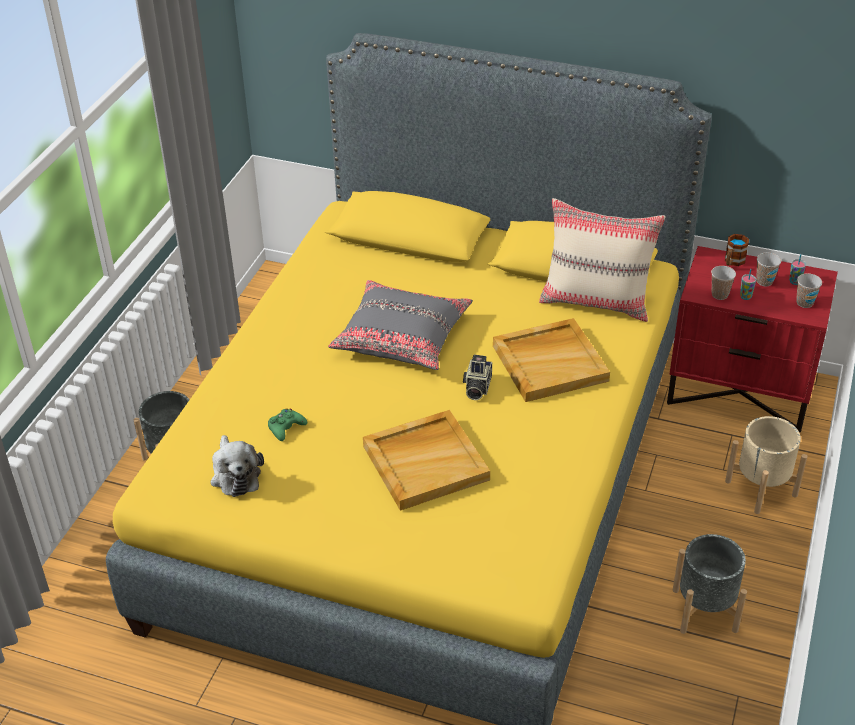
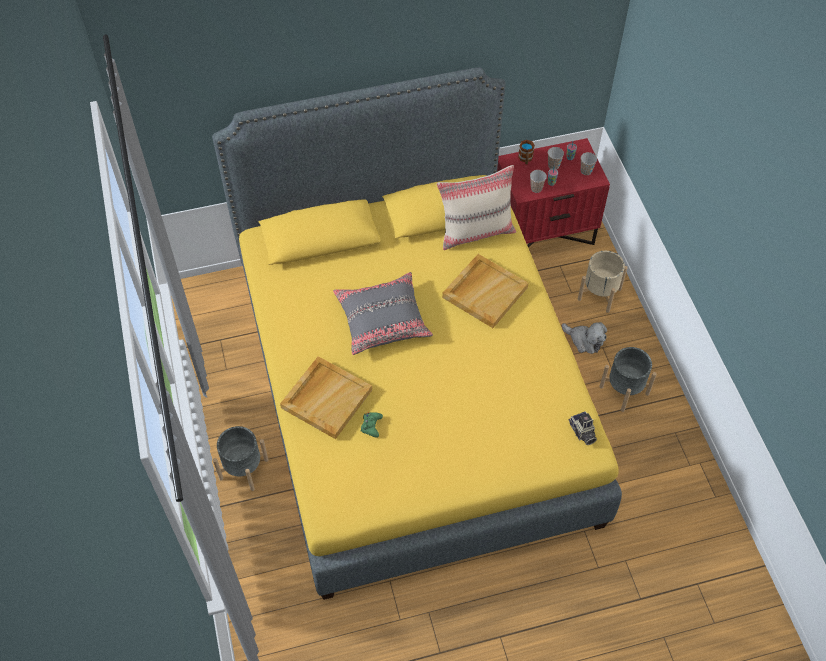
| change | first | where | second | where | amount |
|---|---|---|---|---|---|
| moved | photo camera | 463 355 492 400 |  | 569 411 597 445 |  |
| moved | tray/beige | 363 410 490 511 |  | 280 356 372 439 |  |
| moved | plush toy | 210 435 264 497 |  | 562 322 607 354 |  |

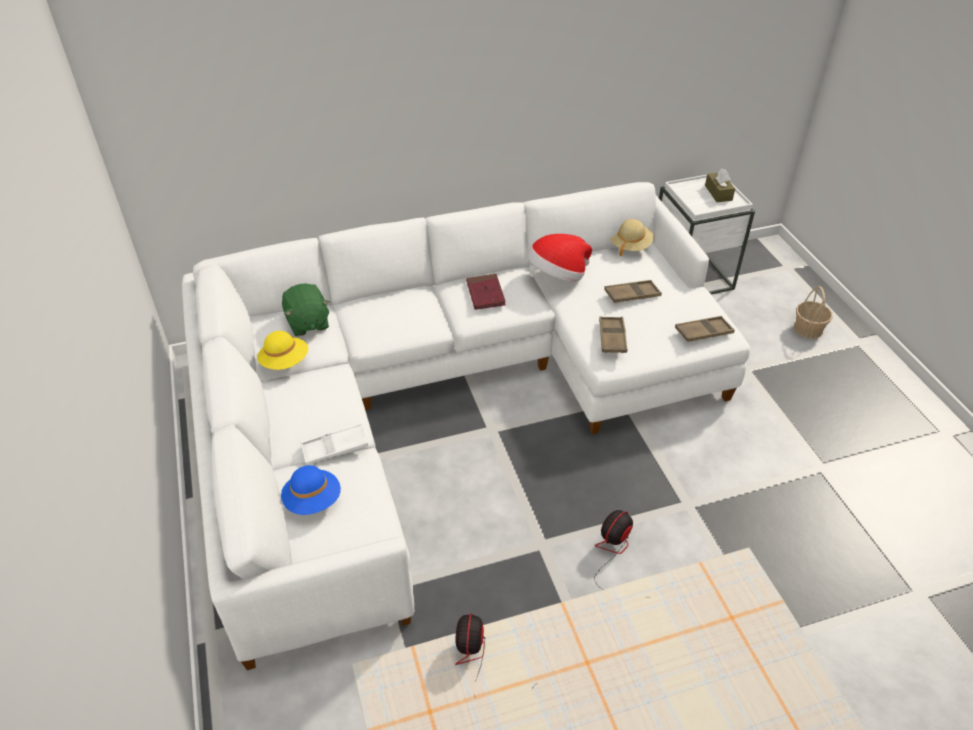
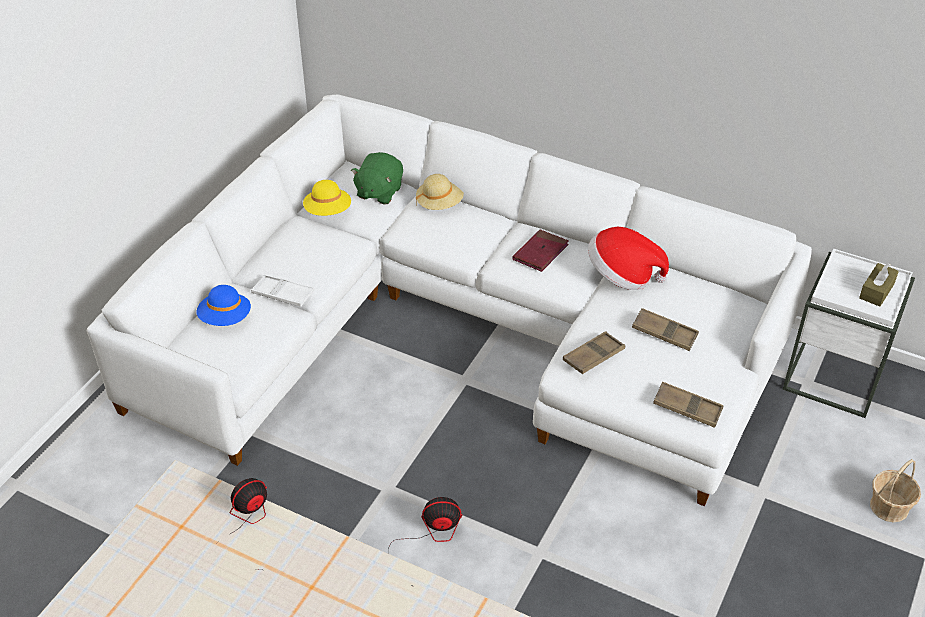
| change | first | where | second | where | amount |
|---|---|---|---|---|---|
| moved | hat/beige | 610 219 654 257 |  | 416 174 464 210 |  |

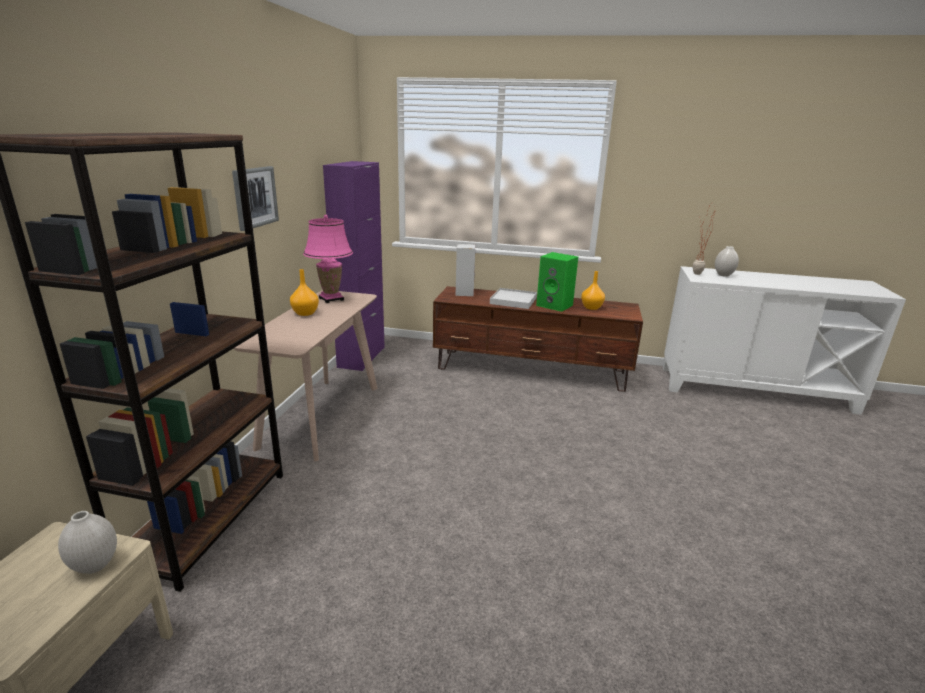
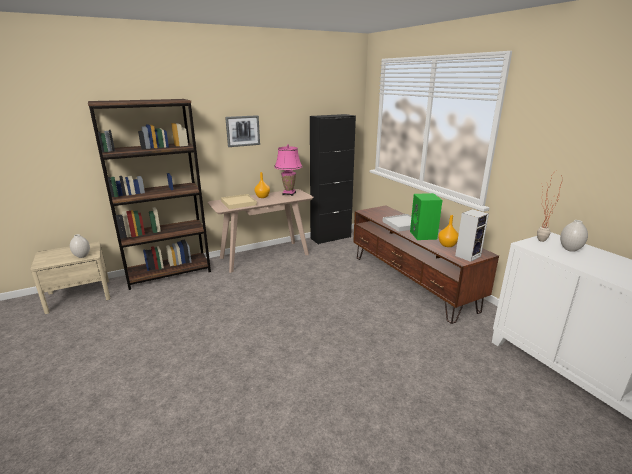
| change | first | where | second | where | amount |
|---|---|---|---|---|---|
| recoloured | cabinet/purple | 323 161 385 371 | cabinet/black | 310 114 356 245 |  |
| moved | speaker | 456 244 475 296 |  | 455 209 489 262 |  |
| added |  |  | tray/beige | 221 194 257 209 |  |

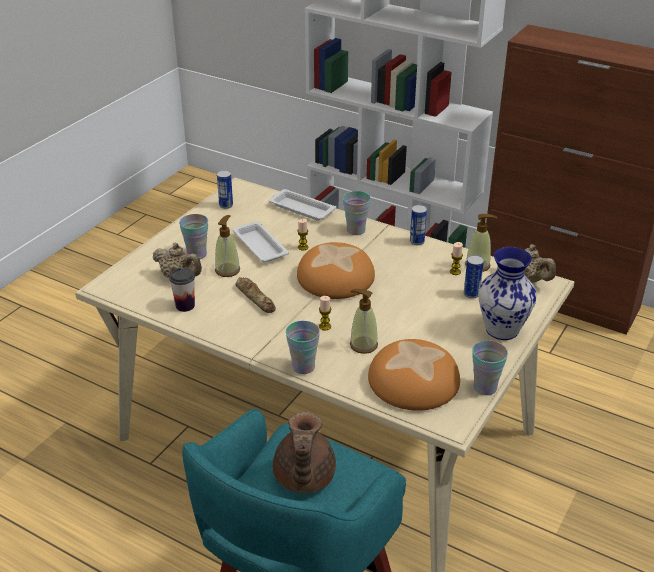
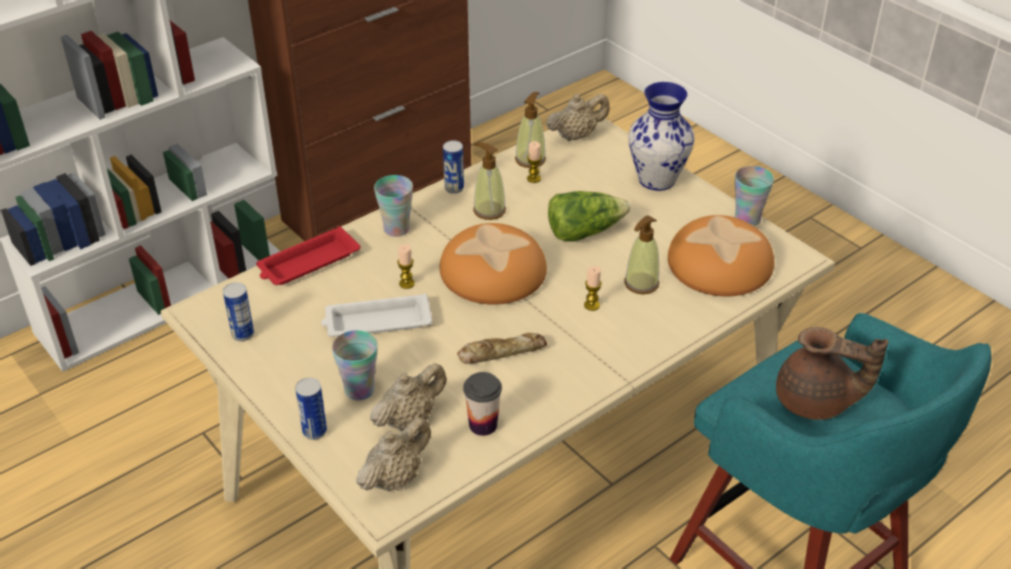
| change | first | where | second | where | amount |
|---|---|---|---|---|---|
| recoloured | tray/white | 269 189 336 221 | tray/red | 256 226 360 285 |  |
| moved | soap dispenser | 215 215 240 277 |  | 473 142 506 220 |  |
| moved | can | 464 255 484 299 |  | 295 378 327 440 |  |
| removed | cup | 286 321 320 374 |  |  |  |
| added |  |  | lettuce | 548 191 630 242 |  |
| added |  |  | teapot/beige | 357 417 431 492 |  |

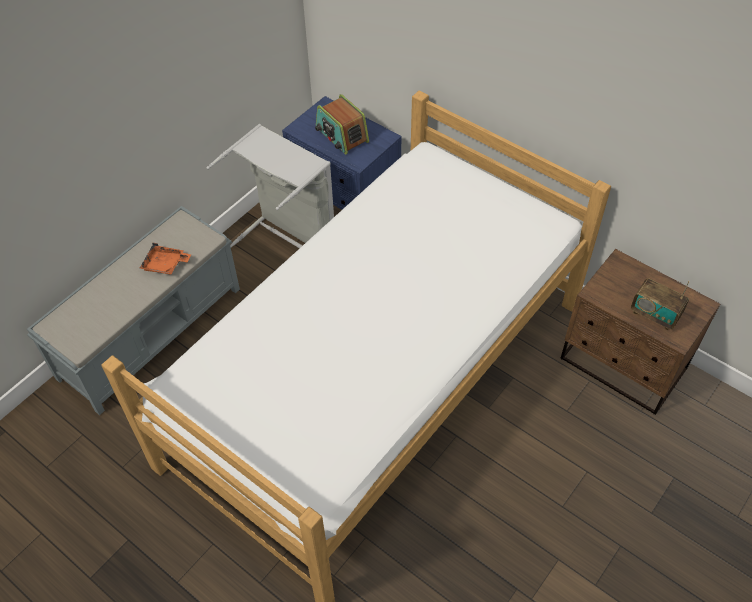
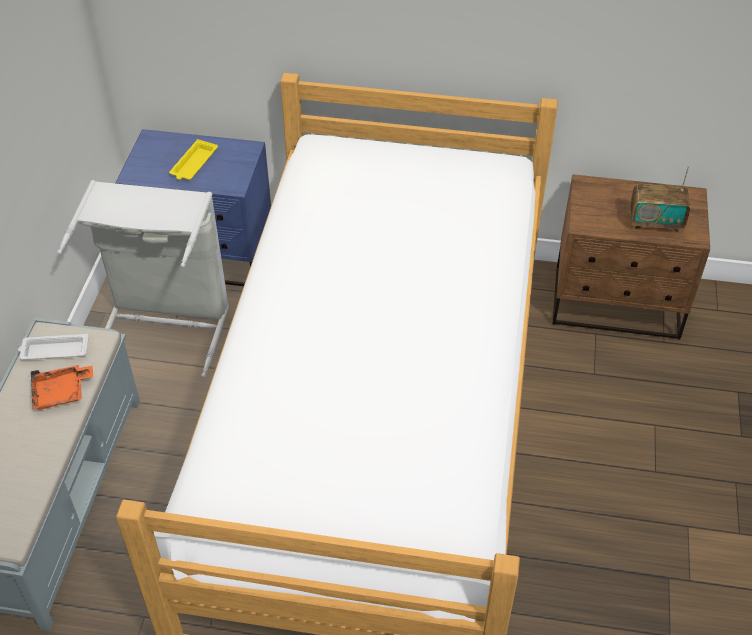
| change | first | where | second | where | amount |
|---|---|---|---|---|---|
| replaced | radio | 315 94 369 154 | tray/yellow | 169 139 218 180 |  |
| added |  |  | tray/white | 18 334 89 360 |  |

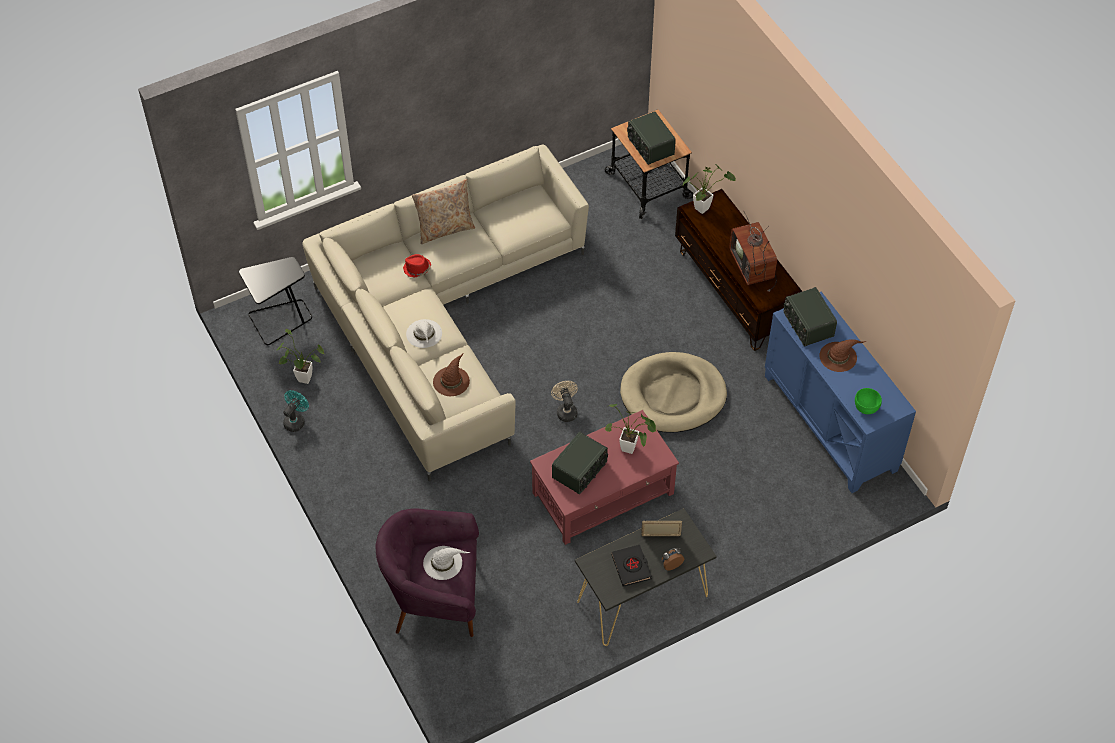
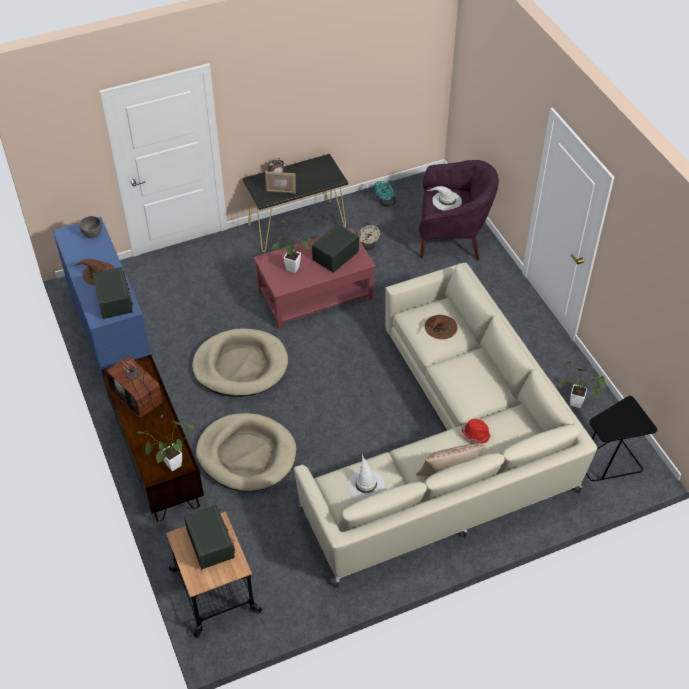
| change | first | where | second | where | amount |
|---|---|---|---|---|---|
| turned | television | 730 210 777 292 |  | 105 349 166 418 | 150 degrees clockwise |
| moved | hat/white | 406 319 442 348 |  | 348 454 385 500 |  |
| moved | fan/beige | 551 381 578 422 |  | 358 222 380 250 |  |
| recoloured | bowl/green | 855 388 882 414 | bowl/grey | 79 216 102 238 |  |
| moved | fan/turquoise | 283 390 309 432 |  | 374 180 396 207 |  |
| removed | book/black | 611 545 652 587 |  |  |  |
| added |  |  | dog bed/beige | 196 413 296 492 |  |

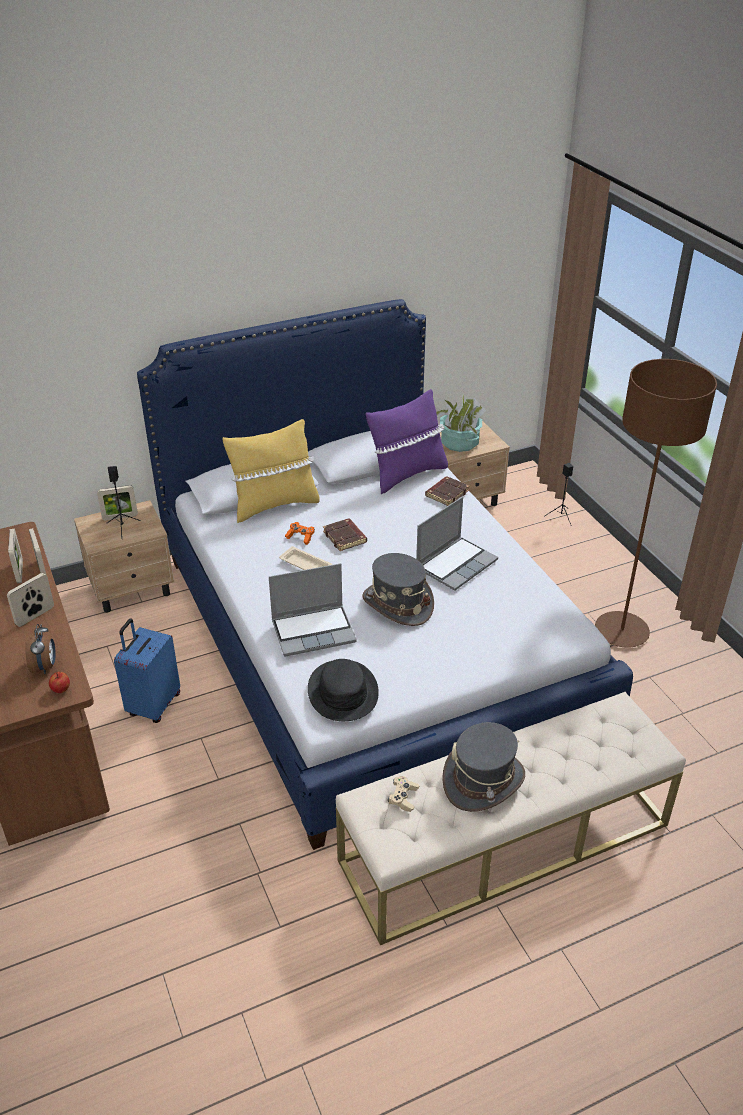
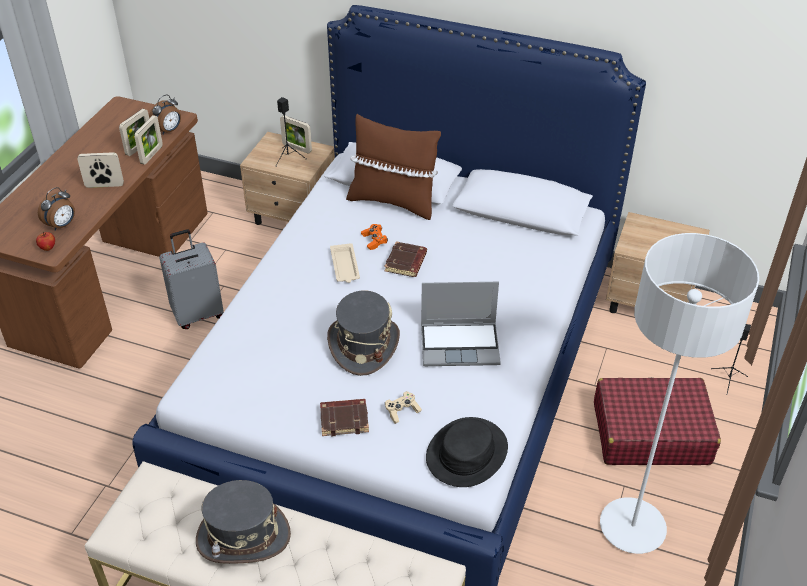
| change | first | where | second | where | amount |
|---|---|---|---|---|---|
| recoloured | floor lamp/brown | 595 359 717 648 | floor lamp/grey | 600 233 759 554 |  |
| removed | pillow/purple | 366 389 448 494 |  |  |  |
| removed | potted plant | 436 394 486 452 |  |  |  |
| recoloured | pillow/yellow | 222 419 320 523 | pillow/brown | 346 114 441 220 |  |
| moved | book/brown | 425 476 469 506 |  | 320 399 369 437 |  |
| removed | laptop | 269 563 357 656 |  |  |  |
| recoloured | suitcase/blue | 114 619 180 723 | suitcase/grey | 159 230 224 329 |  |
| moved | hat/black | 308 659 379 721 |  | 426 417 508 487 |  |
| moved | game controller/beige | 388 776 419 812 |  | 385 391 422 424 |  |
| added |  |  | alarm clock | 149 95 181 134 |  |
| added |  |  | suitcase/red | 594 378 721 465 |  |

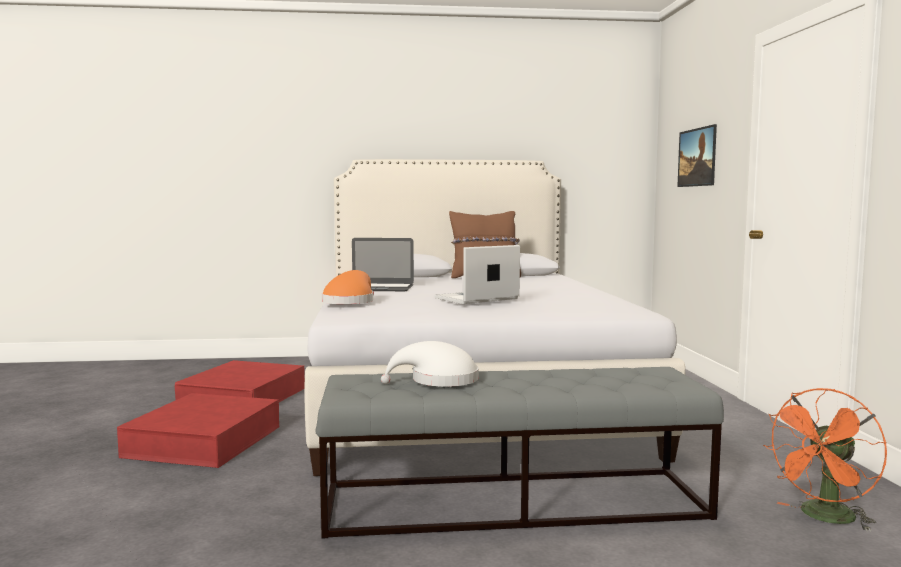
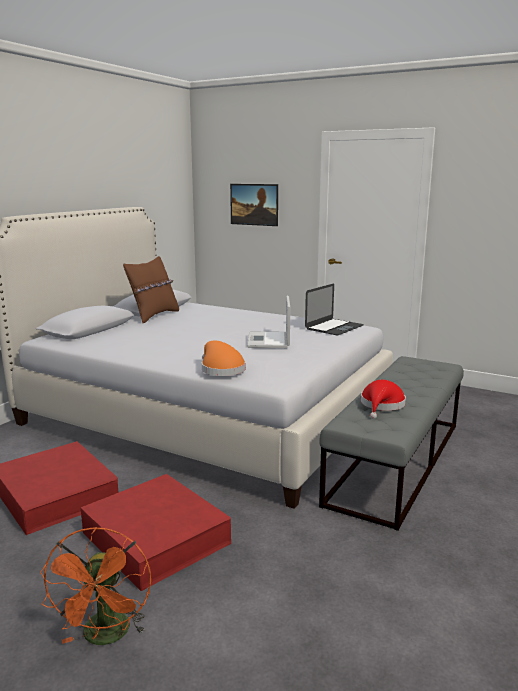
| change | first | where | second | where | amount |
|---|---|---|---|---|---|
| moved | laptop | 352 238 414 291 |  | 305 284 364 335 |  |
| recoloured | hat/white | 381 341 478 387 | hat/red | 361 380 406 419 |  |
| moved | fan/orange | 763 388 887 531 |  | 40 527 151 645 |  |

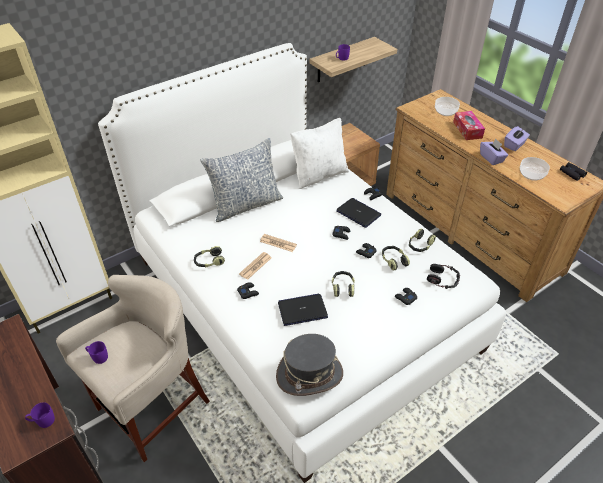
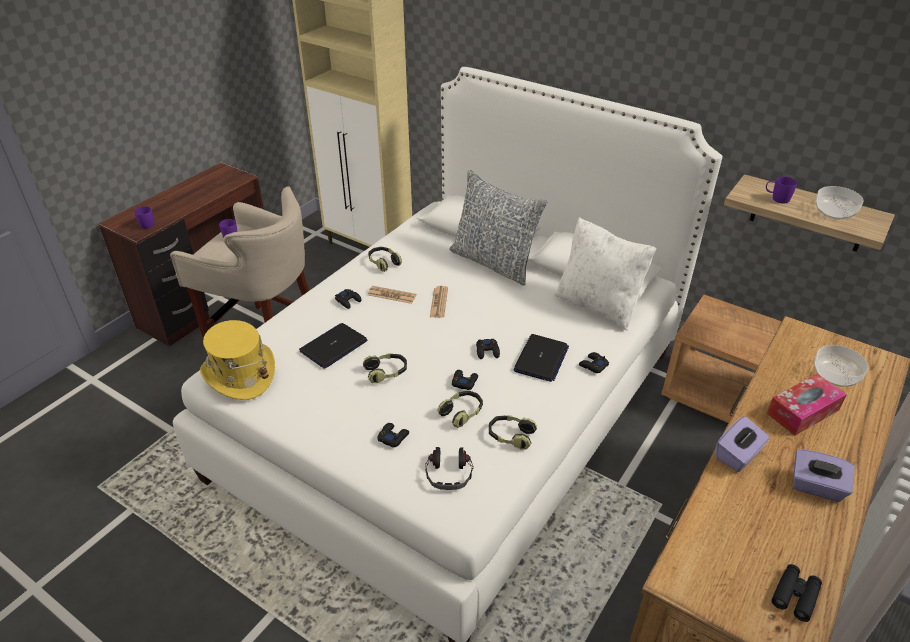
| change | first | where | second | where | amount |
|---|---|---|---|---|---|
| moved | bowl | 520 157 550 181 |  | 815 186 864 220 |  |
| turned | laptop | 278 294 328 326 |  | 299 323 368 369 | 105 degrees counterclockwise |
| recoloured | hat/grey | 276 334 343 396 | hat/yellow | 200 320 275 400 |  |

